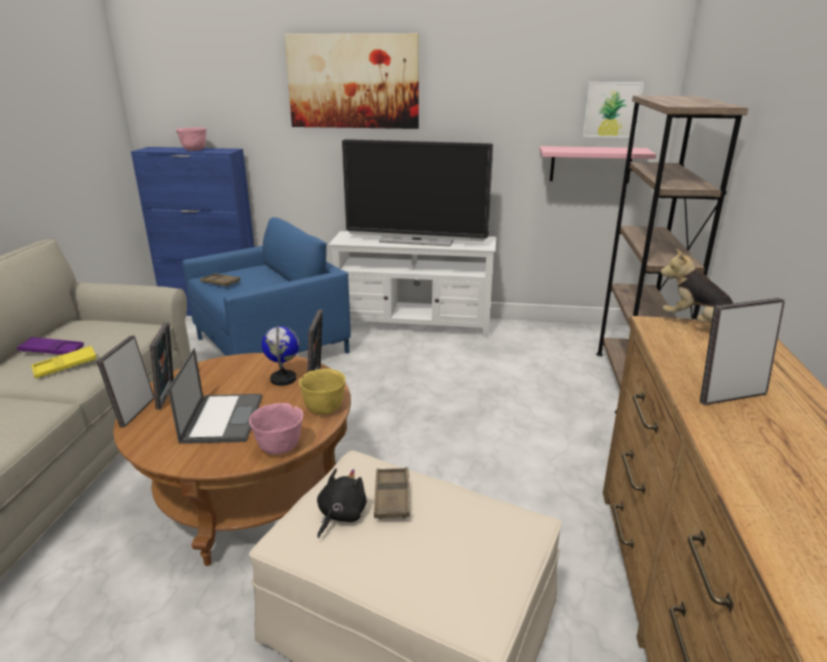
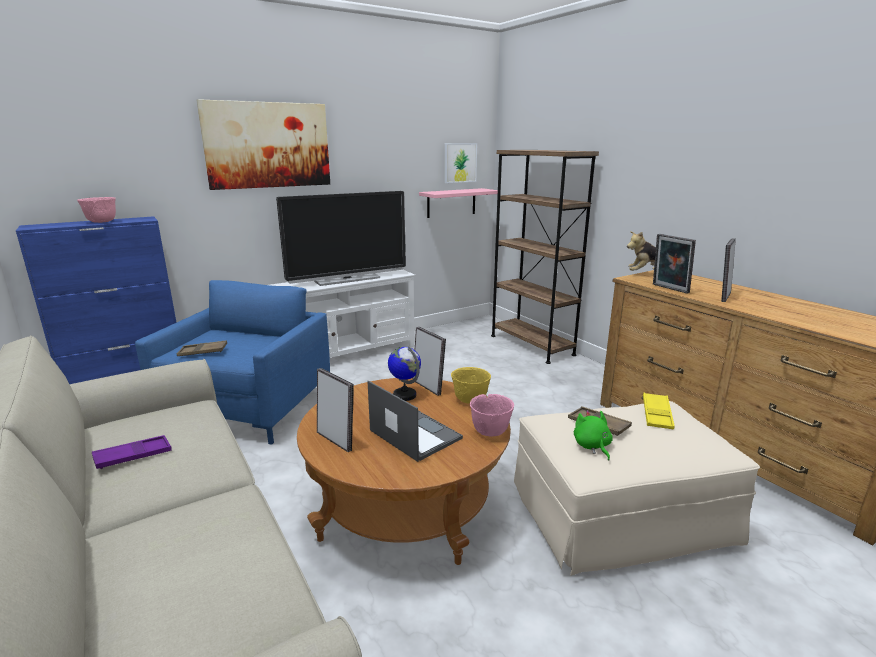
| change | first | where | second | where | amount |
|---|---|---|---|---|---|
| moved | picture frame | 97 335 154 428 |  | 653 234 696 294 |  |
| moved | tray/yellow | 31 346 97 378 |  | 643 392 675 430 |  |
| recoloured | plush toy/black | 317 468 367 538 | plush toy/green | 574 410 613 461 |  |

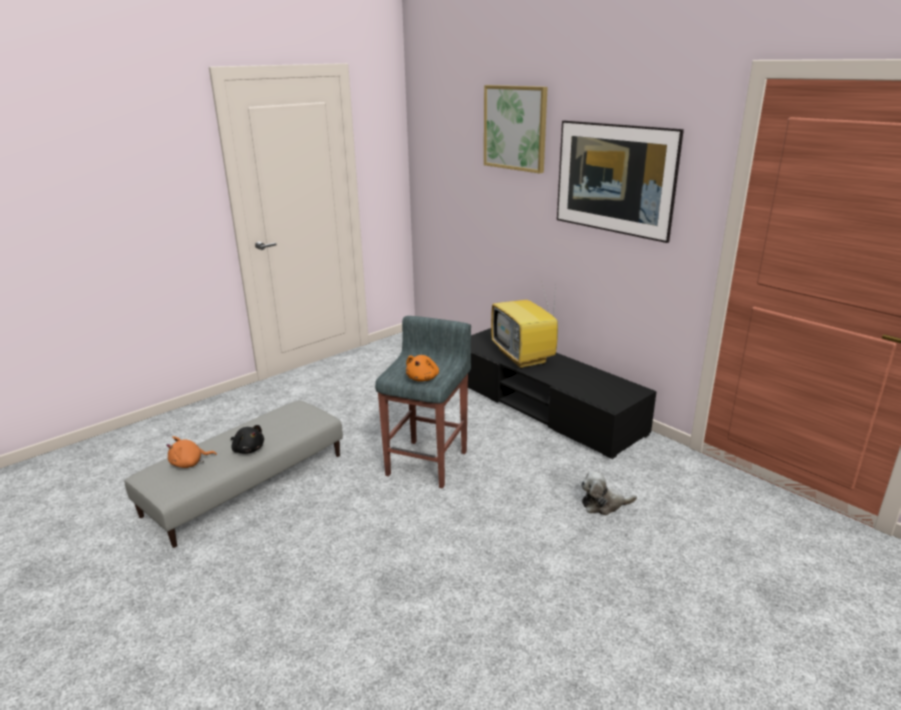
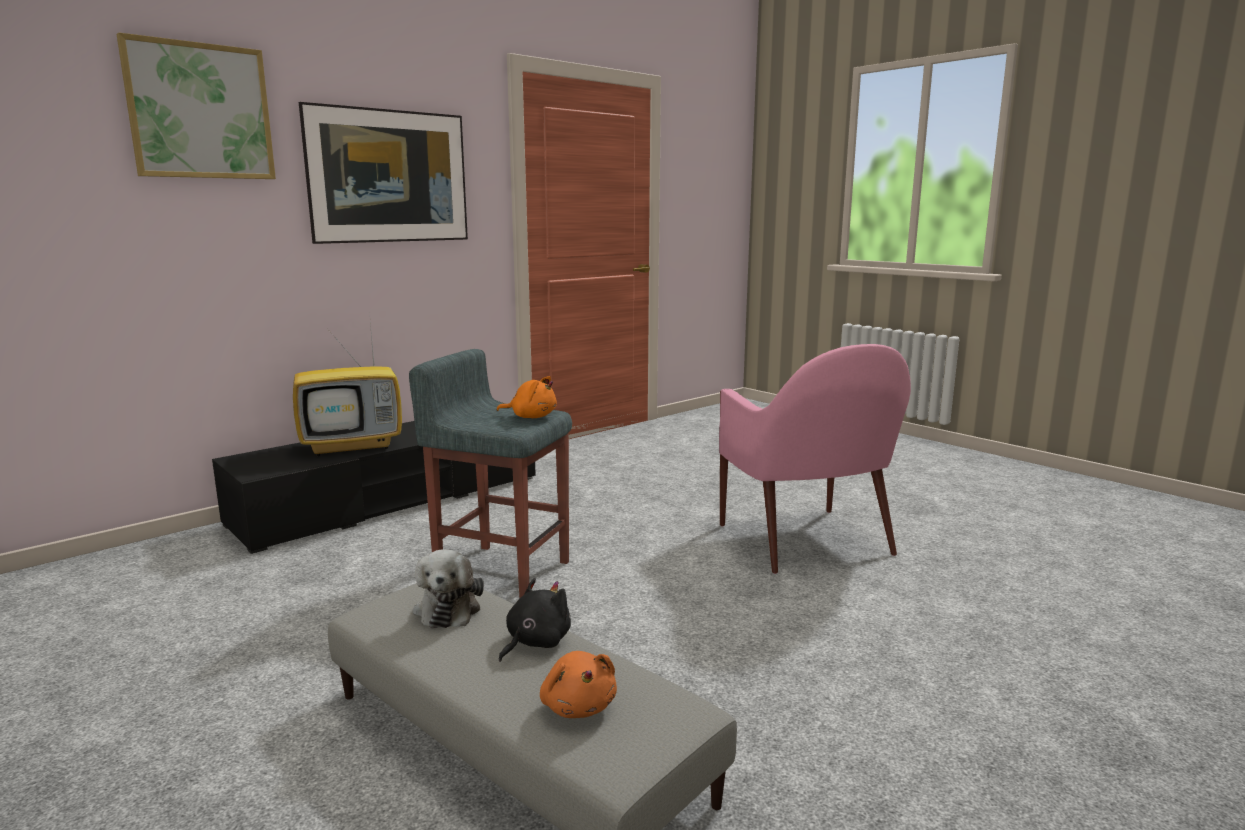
| change | first | where | second | where | amount |
|---|---|---|---|---|---|
| moved | plush toy | 581 471 637 515 |  | 413 549 484 628 |  |
| added |  |  | armchair/pink | 719 344 911 574 |  |

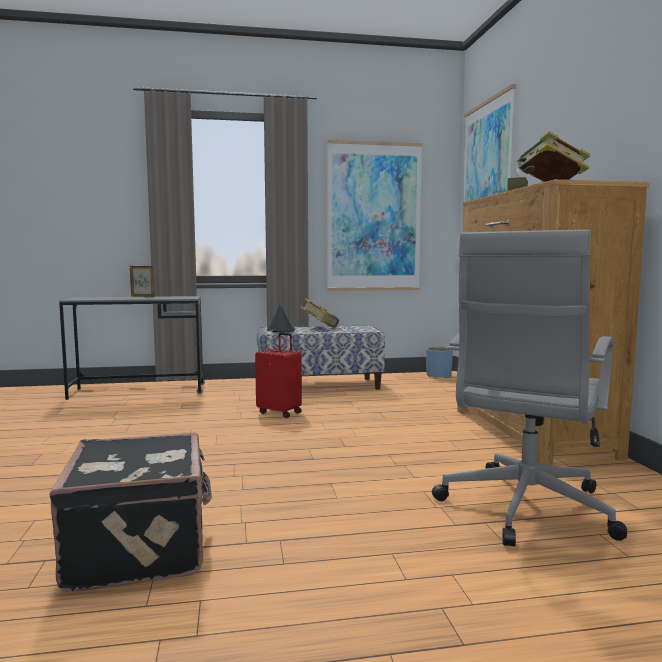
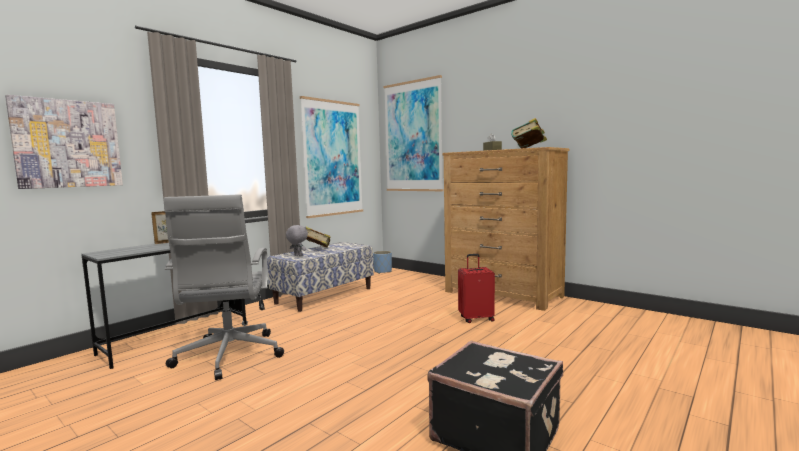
| change | first | where | second | where | amount |
|---|---|---|---|---|---|
| moved | office chair/grey | 432 229 627 546 |  | 164 194 284 380 |  |
| replaced | hat/black | 267 305 295 333 | plush toy/grey | 286 225 308 256 |  |
| moved | suitcase/red | 255 333 302 418 |  | 458 254 495 323 |  |
| added |  |  | picture | 5 95 123 189 |  |

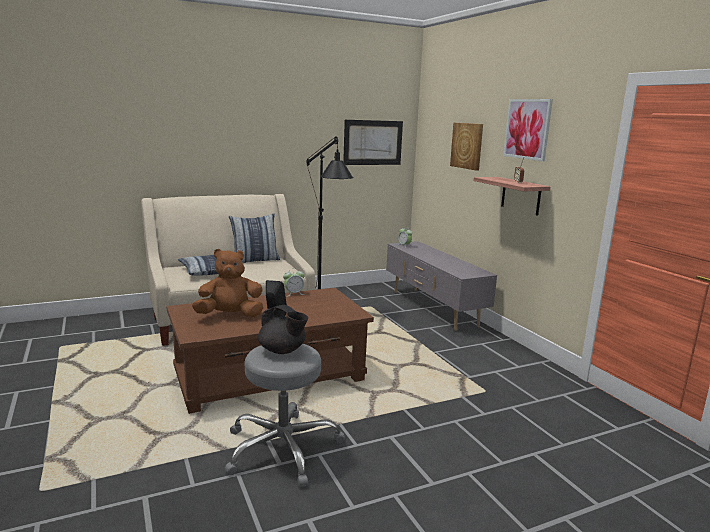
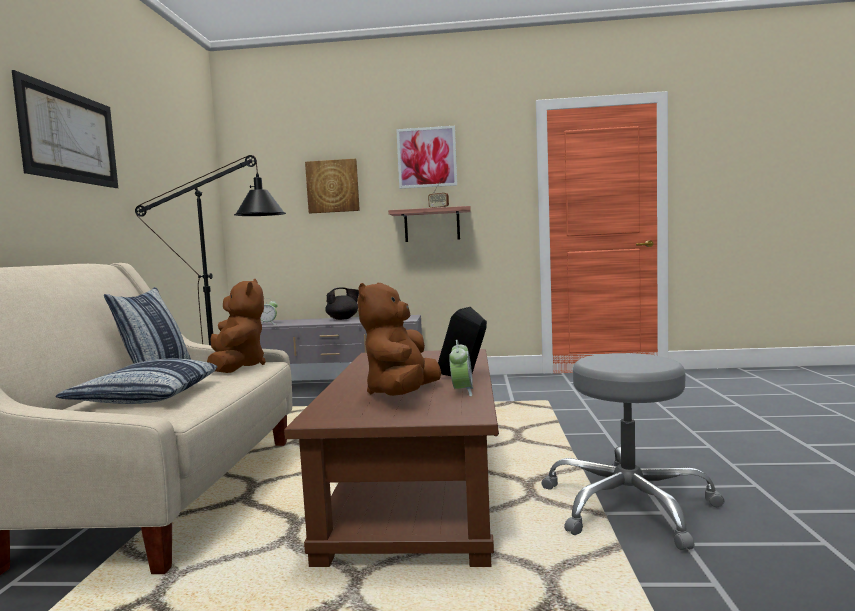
| change | first | where | second | where | amount |
|---|---|---|---|---|---|
| moved | picture | 343 120 403 165 |  | 12 70 118 188 |  |
| moved | alarm clock | 283 268 305 297 |  | 449 340 473 396 |  |
| moved | teapot/black | 258 305 308 354 |  | 325 287 359 320 |  |
| added |  |  | plush toy/brown | 207 279 266 373 |  |

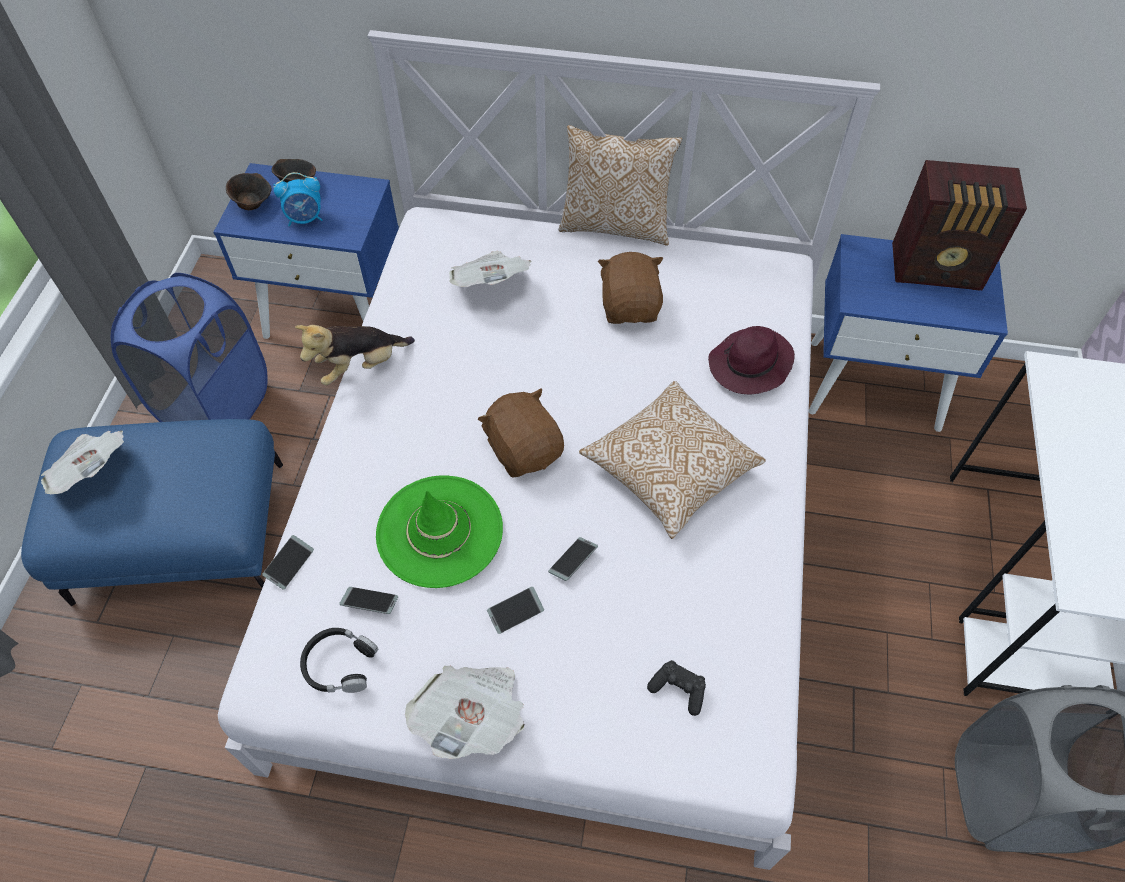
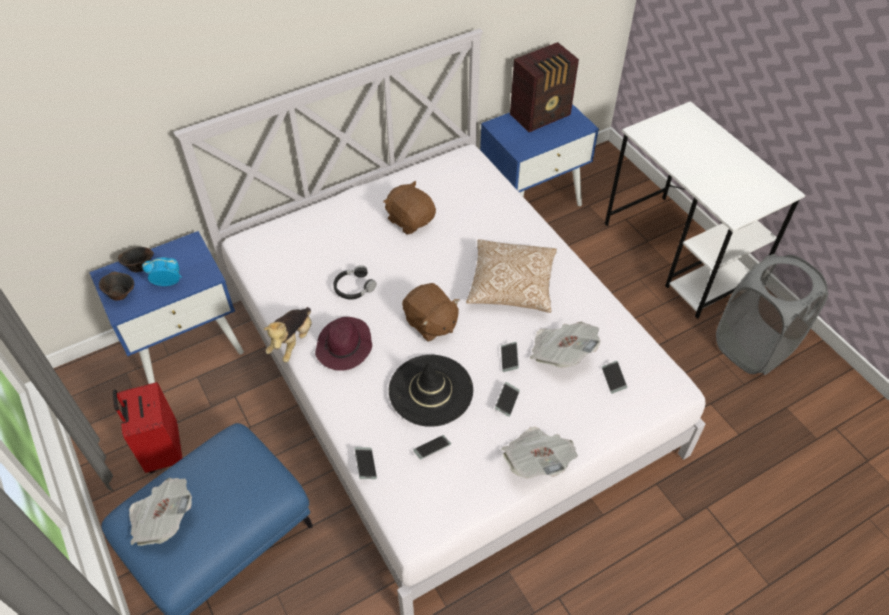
| change | first | where | second | where | amount |
|---|---|---|---|---|---|
| removed | pillow | 559 125 682 246 |  |  |  |
| turned | alarm clock | 273 172 323 227 |  | 142 257 182 286 | 135 degrees counterclockwise |
| moved | newspaper | 449 251 532 287 |  | 530 322 600 368 |  |
| replaced | laundry basket/blue | 111 273 267 422 | suitcase/red | 113 382 182 473 |  |
| moved | hat/purple | 708 326 795 394 |  | 315 317 372 371 |  |
| turned | plush toy/brown | 478 388 564 478 |  | 402 283 460 342 | 150 degrees counterclockwise |
| recoloured | hat/green | 376 476 503 588 | hat/black | 389 355 473 427 |  |
| moved | headphones/black | 300 628 378 693 |  | 334 265 377 299 |  |
| replaced | game controller/black | 647 660 706 716 | phone | 602 361 627 394 |  |

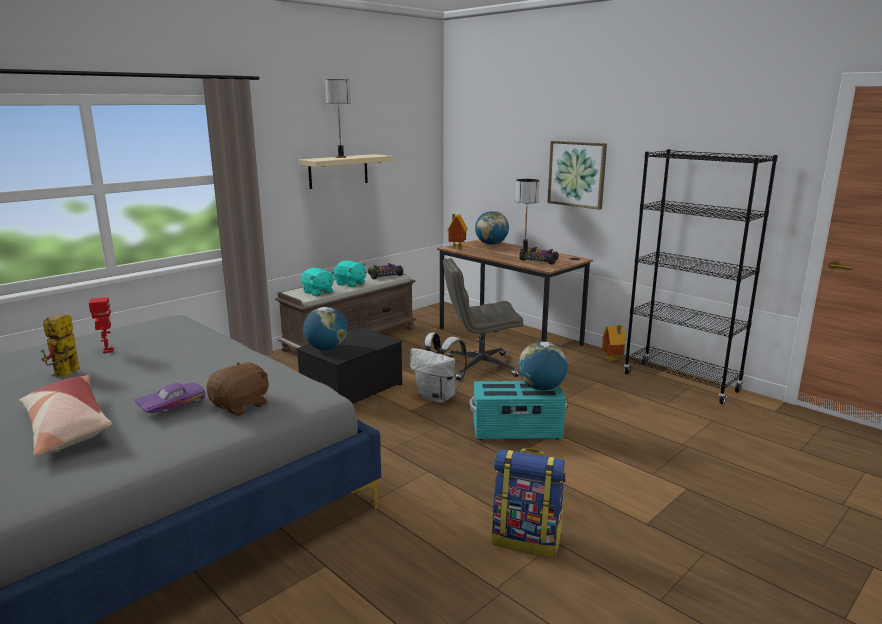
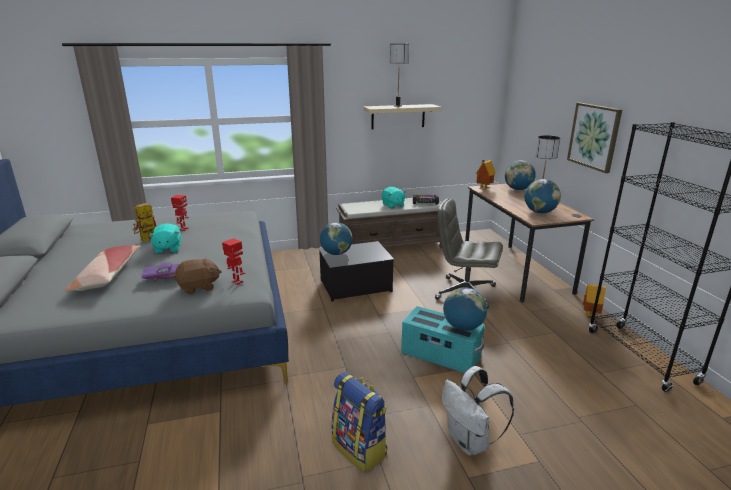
| change | first | where | second | where | amount |
|---|---|---|---|---|---|
| replaced | toy car | 519 247 559 265 | globe | 525 179 561 213 |  |
| moved | plush toy/turquoise | 301 268 334 296 |  | 148 223 181 253 |  |
| moved | backpack/white | 410 332 467 403 |  | 442 366 514 456 |  |
| added |  |  | toy robot | 222 238 245 285 |  |

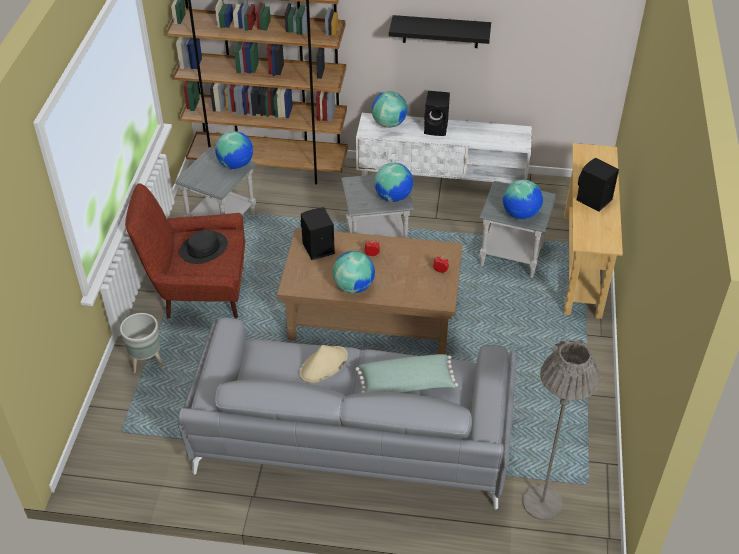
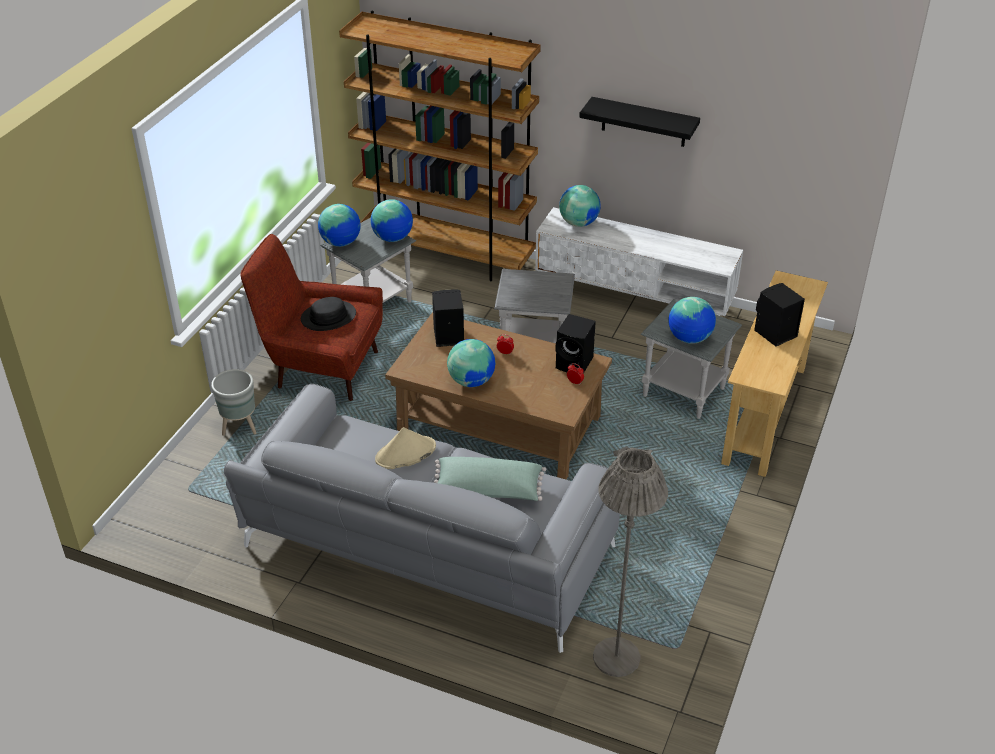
| change | first | where | second | where | amount |
|---|---|---|---|---|---|
| moved | speaker/black | 424 91 450 136 |  | 555 314 596 374 |  |
| moved | globe | 374 163 413 202 |  | 318 204 361 247 |  |

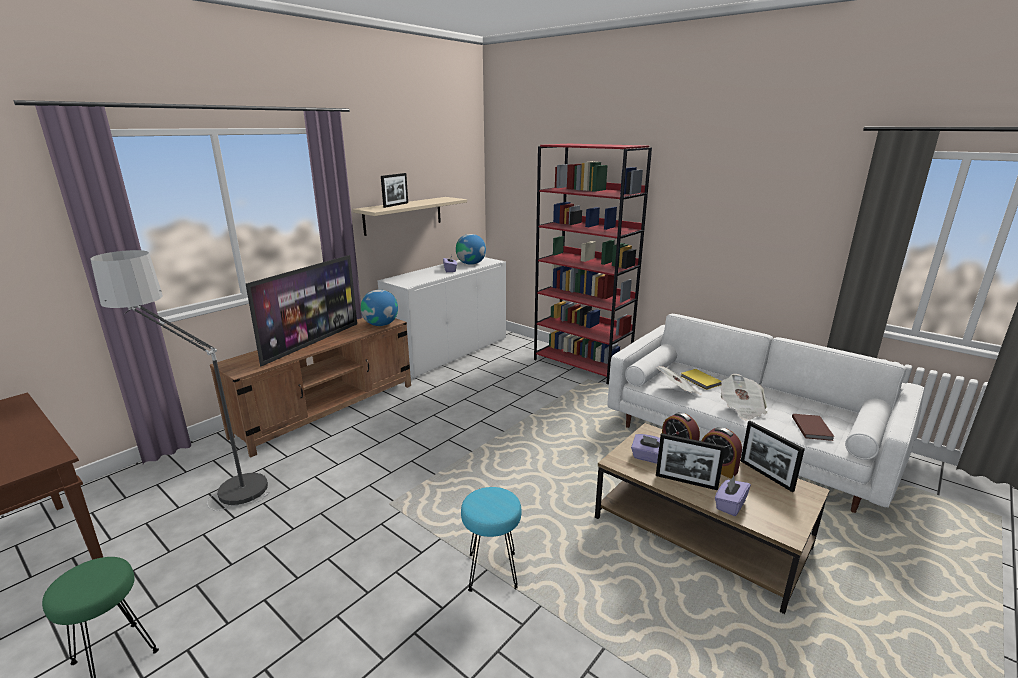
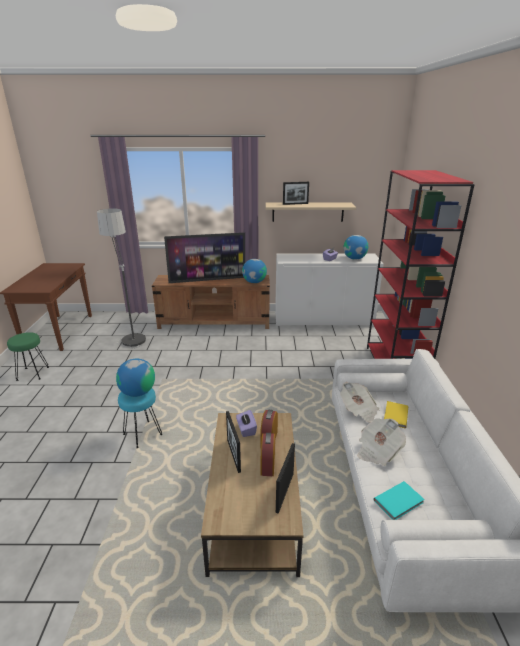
| change | first | where | second | where | amount |
|---|---|---|---|---|---|
| recoloured | book/brown | 792 414 835 441 | book/turquoise | 374 481 425 520 |  |
| removed | tissue box/purple | 715 476 751 516 |  |  |  |
| added |  |  | globe | 116 359 155 397 |  |

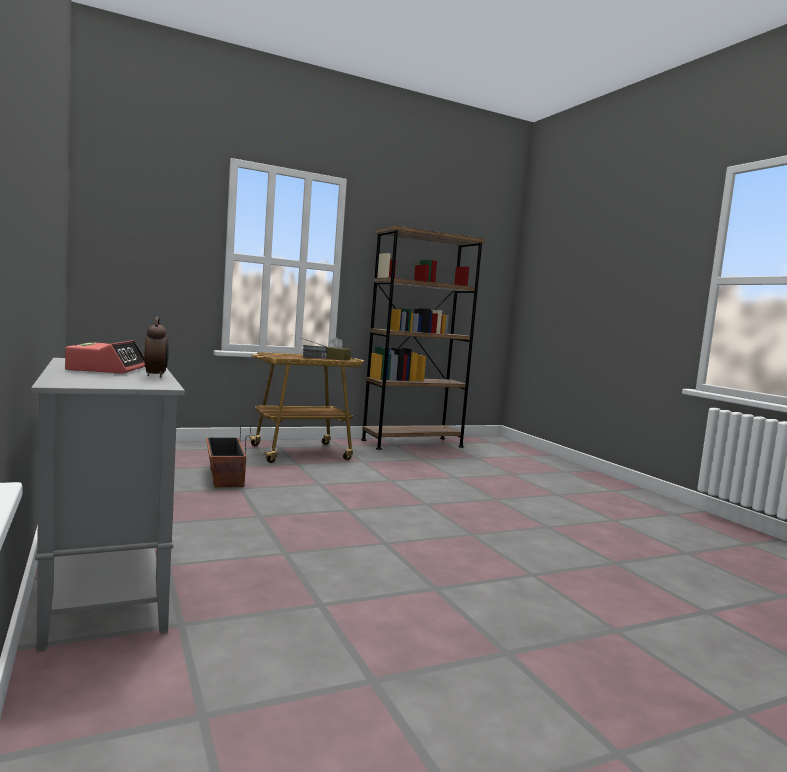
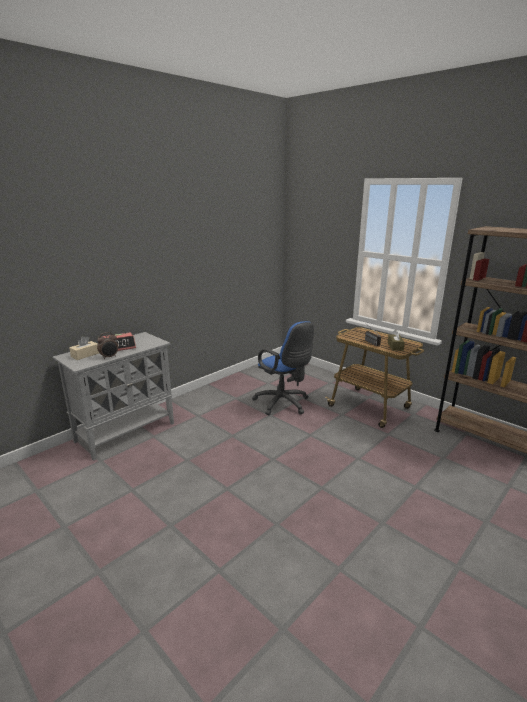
| change | first | where | second | where | amount |
|---|---|---|---|---|---|
| replaced | planter | 206 424 257 487 | office chair/blue | 252 321 314 415 |  |
| added |  |  | tissue box/beige | 69 336 99 360 |  |

